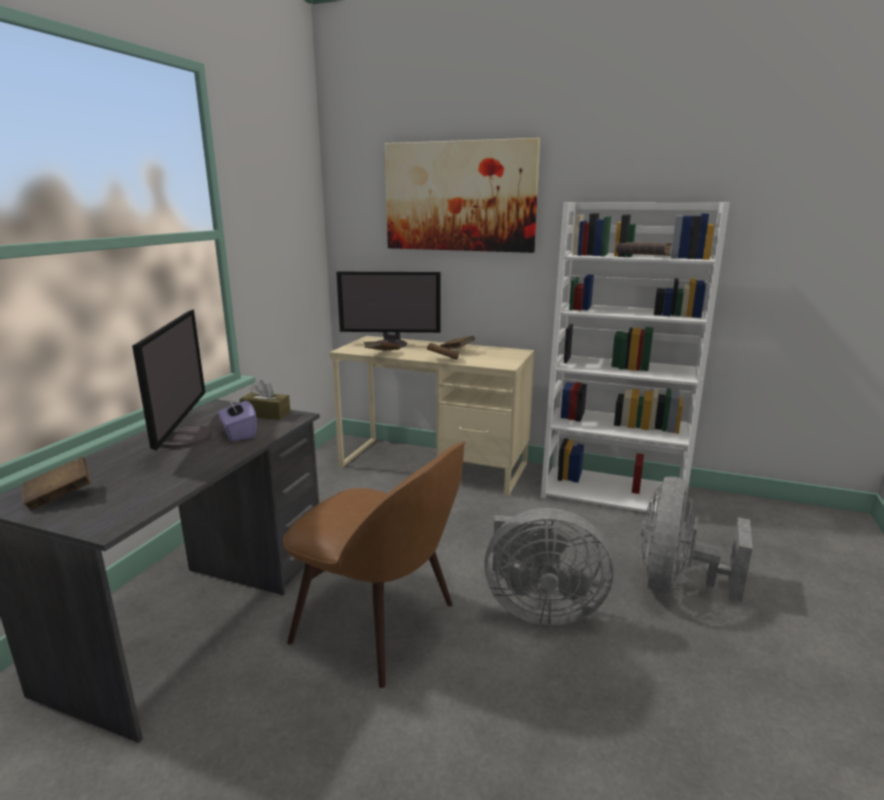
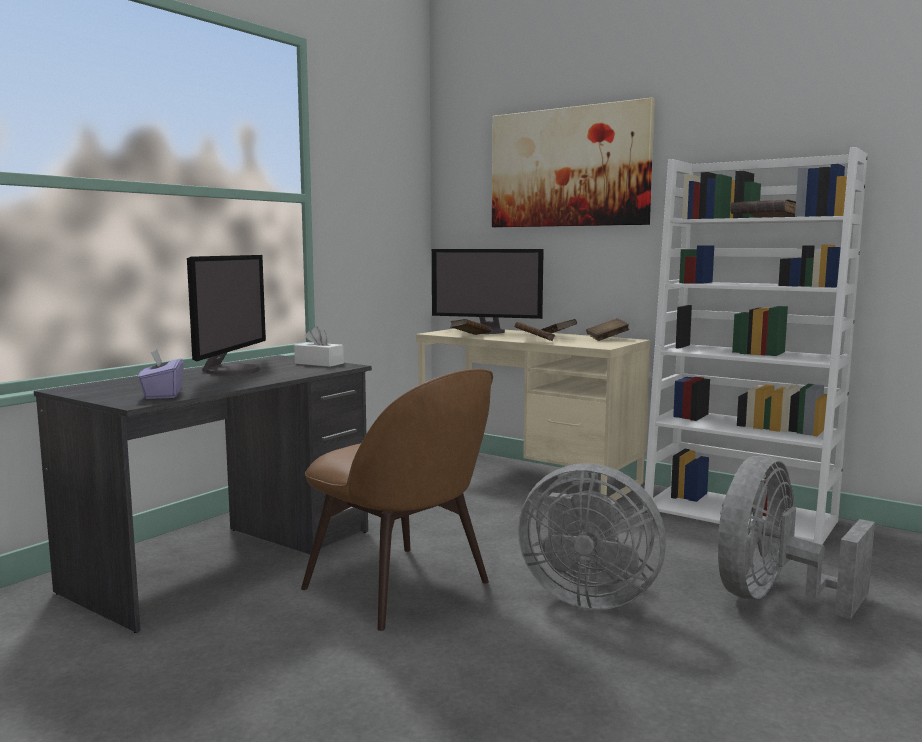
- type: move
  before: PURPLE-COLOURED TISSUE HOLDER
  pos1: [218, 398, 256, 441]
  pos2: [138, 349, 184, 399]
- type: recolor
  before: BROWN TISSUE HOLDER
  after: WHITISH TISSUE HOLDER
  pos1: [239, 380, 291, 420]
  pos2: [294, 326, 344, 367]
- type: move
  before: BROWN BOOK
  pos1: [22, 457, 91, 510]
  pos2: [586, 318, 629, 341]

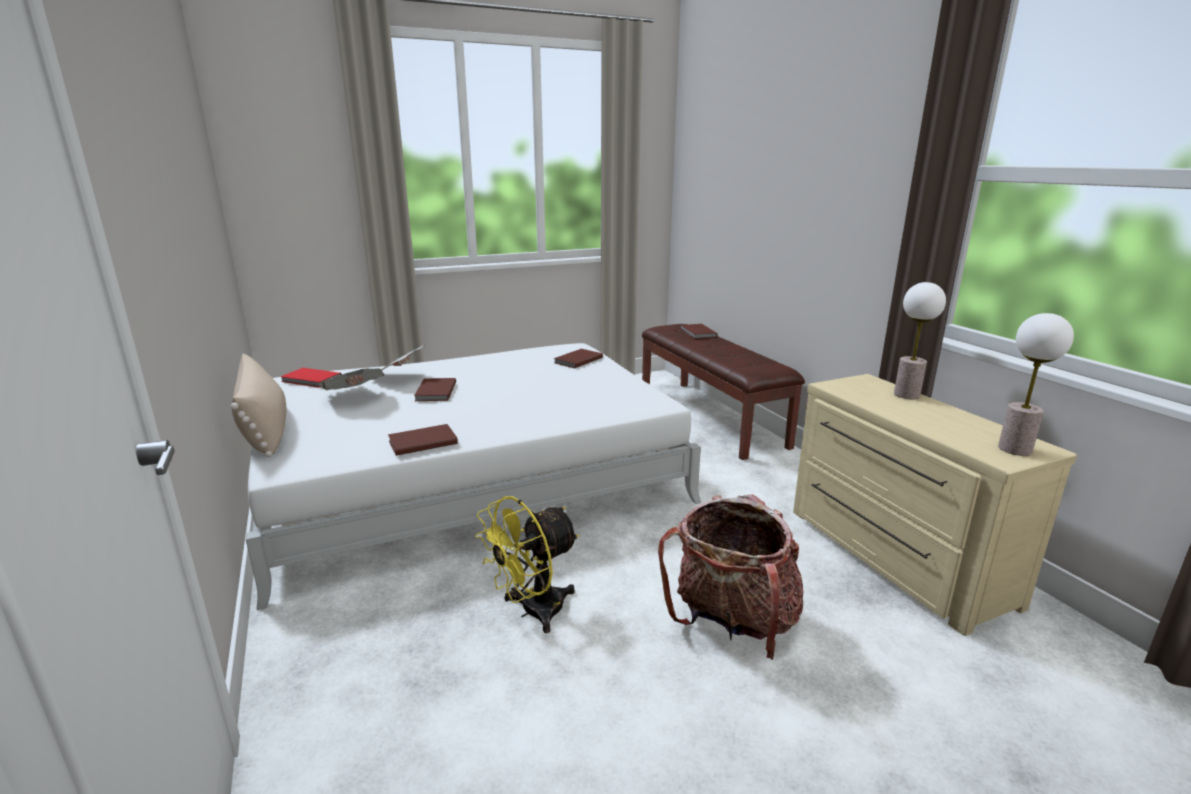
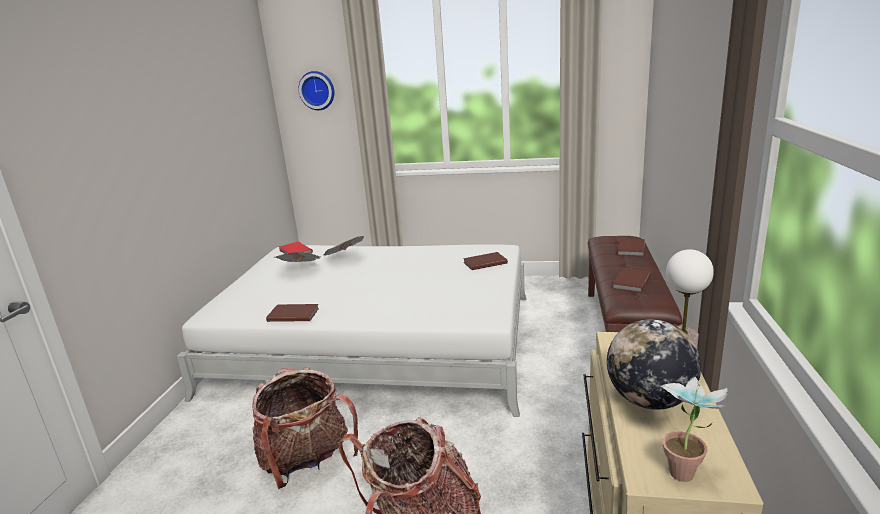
- type: replace
  before: YELLOW COOLING FAN
  after: RUCKSACK
  pos1: [475, 496, 579, 633]
  pos2: [252, 367, 358, 489]
- type: insert
  after: CLOCK ON THE WALL
  pos2: [298, 71, 334, 110]
- type: insert
  after: WORLD GLOBE
  pos2: [607, 319, 701, 410]
- type: move
  before: BROWN BOOK
  pos1: [414, 378, 456, 401]
  pos2: [612, 268, 651, 293]
- type: replace
  before: TABLETOP LAMP
  after: POTTED PLANT
  pos1: [998, 313, 1074, 456]
  pos2: [661, 377, 728, 482]
- type: delete
  before: BEIGE-COLOURED THROW PILLOW
  pos1: [231, 353, 287, 458]

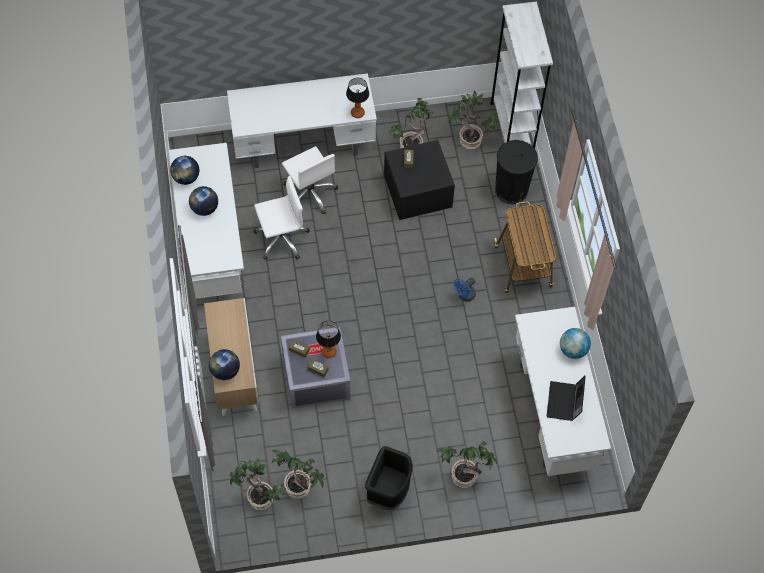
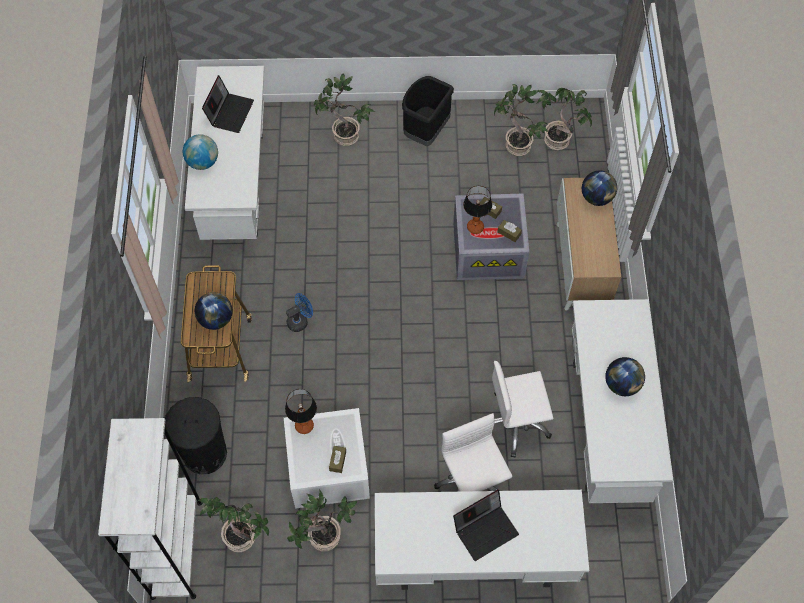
- type: move
  before: WORLD GLOBE
  pos1: [170, 156, 199, 185]
  pos2: [195, 292, 233, 330]
- type: recolor
  before: BLACKISH STORAGE CONTAINER
  after: WHITISH STORAGE CONTAINER
  pos1: [384, 140, 455, 220]
  pos2: [284, 408, 370, 509]
- type: move
  before: TABLETOP LAMP
  pos1: [346, 78, 369, 118]
  pos2: [285, 389, 317, 434]
- type: insert
  after: PORTABLE COMPUTER
  pos2: [453, 489, 519, 561]

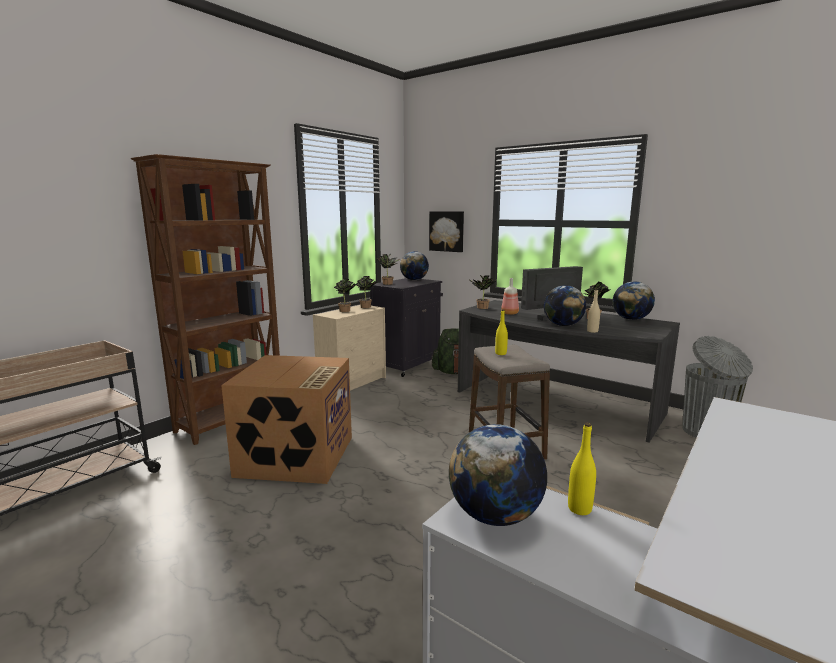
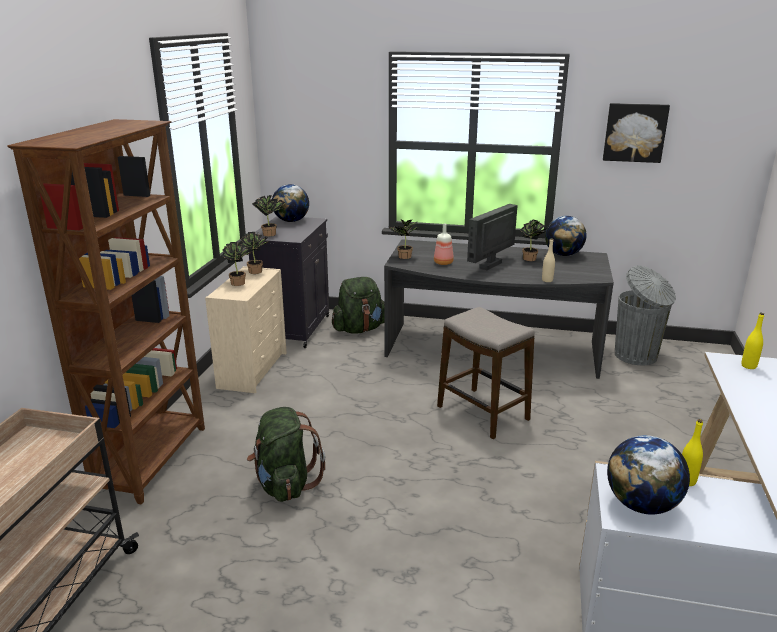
- type: replace
  before: PACKING BOX
  after: GREEN-COLOURED RUCKSACK
  pos1: [221, 355, 352, 484]
  pos2: [247, 407, 325, 502]
- type: move
  before: WALL PICTURE
  pos1: [429, 211, 464, 252]
  pos2: [603, 103, 670, 163]
- type: move
  before: YELLOW DRINK BOTTLE
  pos1: [495, 309, 508, 355]
  pos2: [741, 313, 764, 369]
- type: delete
  before: WORLD GLOBE
  pos1: [544, 285, 586, 326]

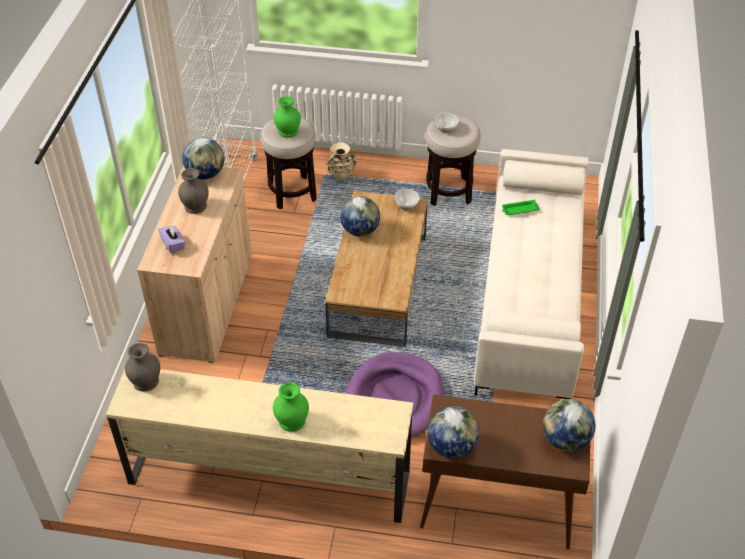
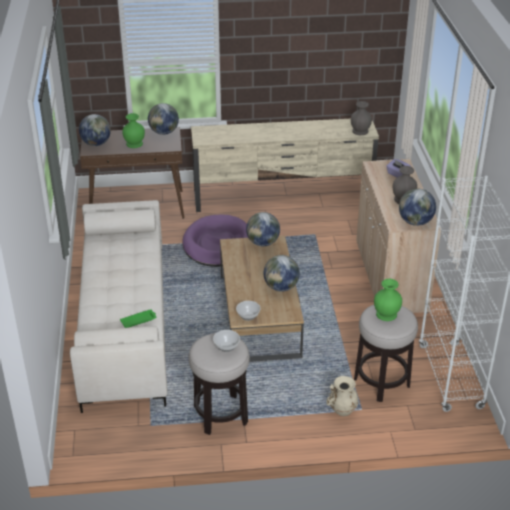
- type: move
  before: GREEN-COLOURED VASE
  pos1: [273, 382, 309, 432]
  pos2: [122, 113, 145, 148]
- type: insert
  after: WORLD GLOBE
  pos2: [246, 212, 280, 246]

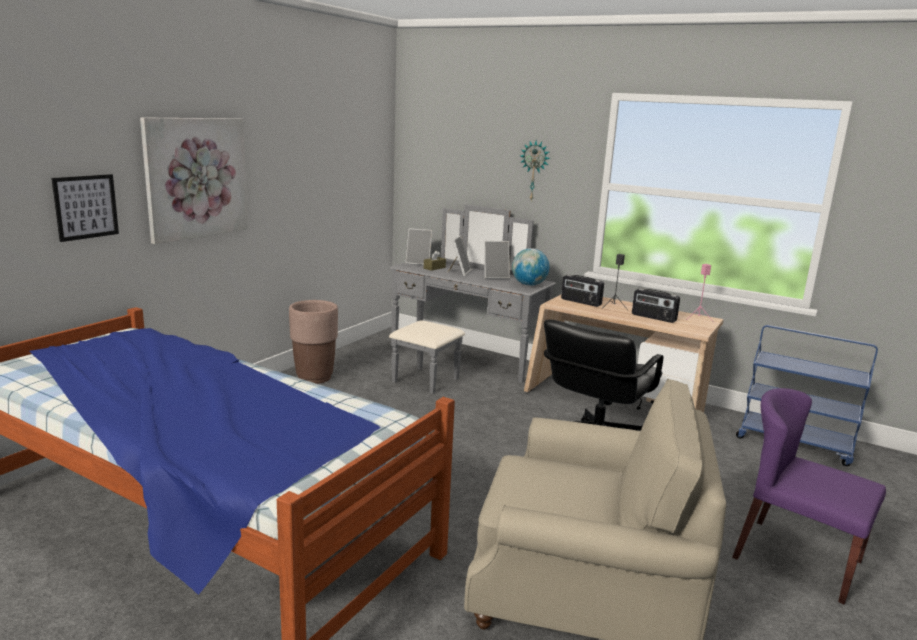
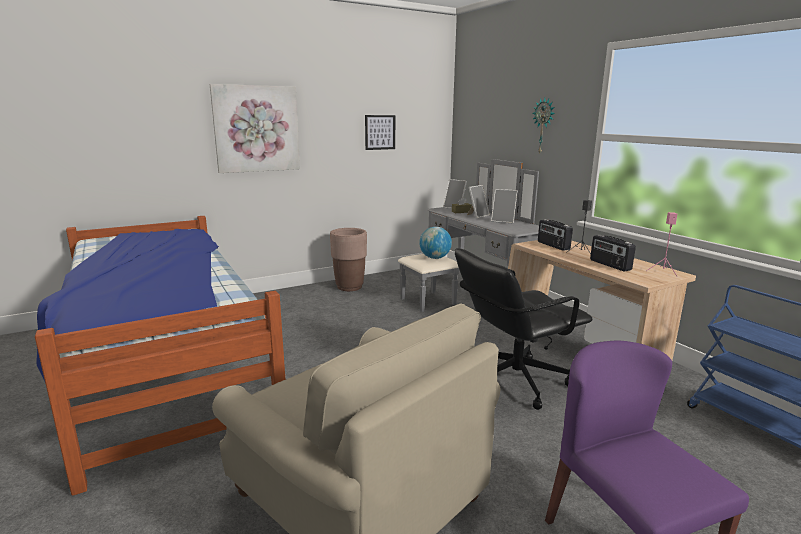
- type: move
  before: WALL PICTURE
  pos1: [51, 174, 119, 242]
  pos2: [365, 115, 395, 150]
- type: move
  before: WORLD GLOBE
  pos1: [512, 248, 549, 286]
  pos2: [419, 227, 452, 259]

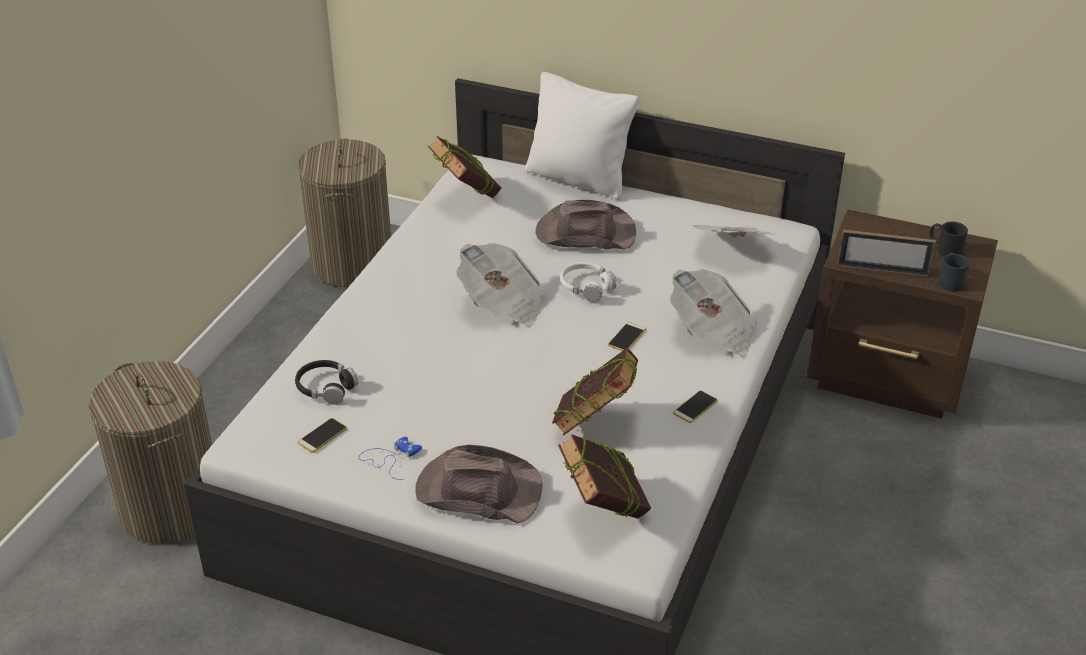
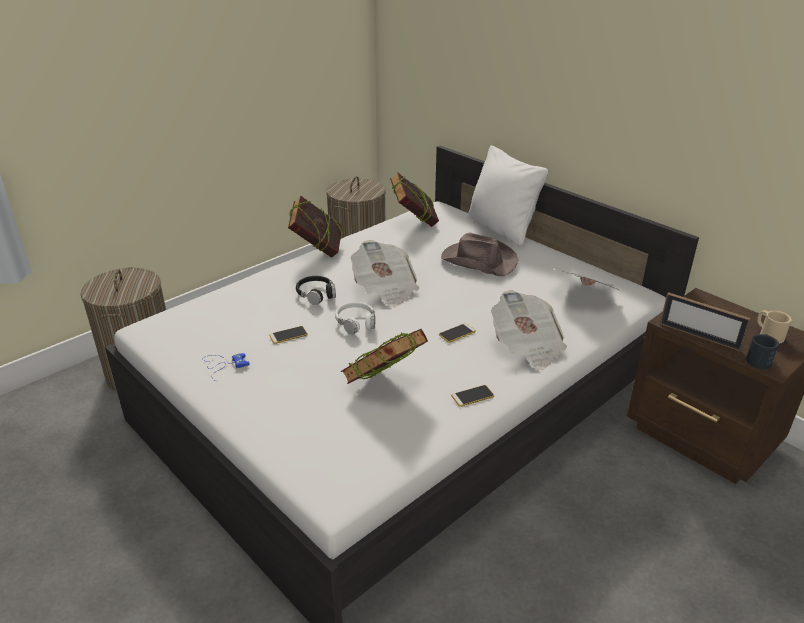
- type: move
  before: HANDSET
  pos1: [298, 418, 347, 453]
  pos2: [269, 326, 308, 344]
- type: move
  before: BOOK
  pos1: [558, 434, 651, 519]
  pos2: [288, 195, 343, 258]
- type: move
  before: BLACKISH HEADPHONES
  pos1: [295, 360, 358, 405]
  pos2: [296, 276, 336, 305]
- type: move
  before: WHITISH HEADPHONES
  pos1: [560, 262, 616, 302]
  pos2: [335, 302, 375, 335]
- type: recolor
  before: BLACKISH COFFEE MUG
  after: BEIGE-COLOURED COFFEE MUG
  pos1: [930, 222, 968, 256]
  pos2: [757, 310, 792, 344]
- type: delete
  before: BROWN WEARABLE HAT
  pos1: [415, 444, 543, 524]

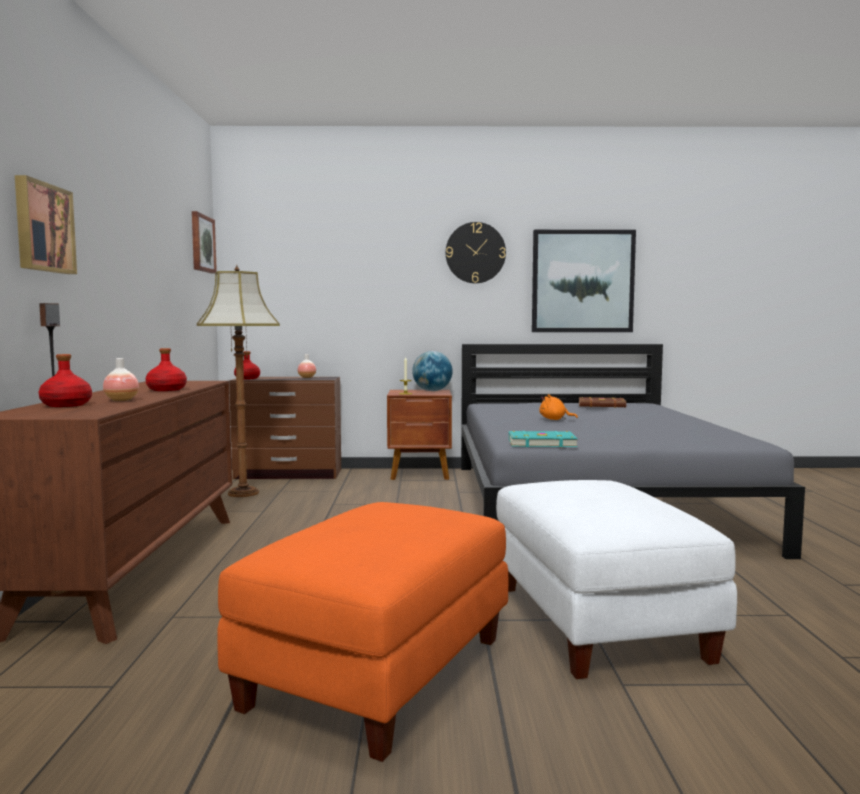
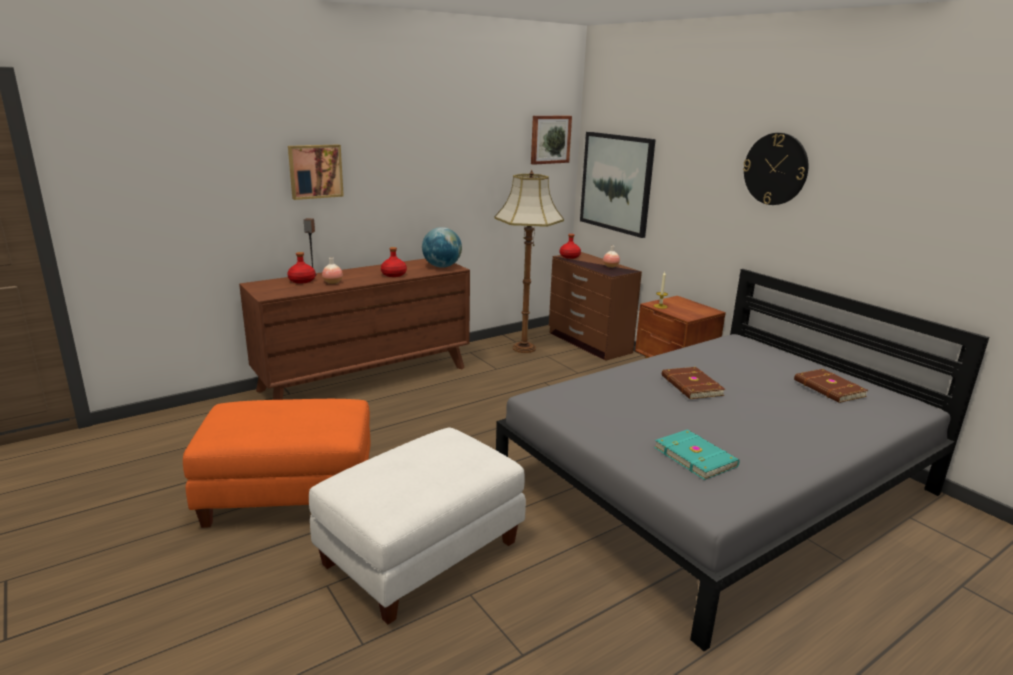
- type: move
  before: WORLD GLOBE
  pos1: [412, 351, 453, 391]
  pos2: [422, 227, 462, 268]
- type: move
  before: WALL PICTURE
  pos1: [532, 230, 636, 332]
  pos2: [580, 132, 656, 238]
- type: move
  before: BLUE-GREEN BOOK
  pos1: [509, 431, 578, 447]
  pos2: [654, 429, 740, 480]
- type: replace
  before: ORANGE PLUSH TOY
  after: BROWN BOOK
  pos1: [539, 394, 578, 420]
  pos2: [662, 367, 725, 399]

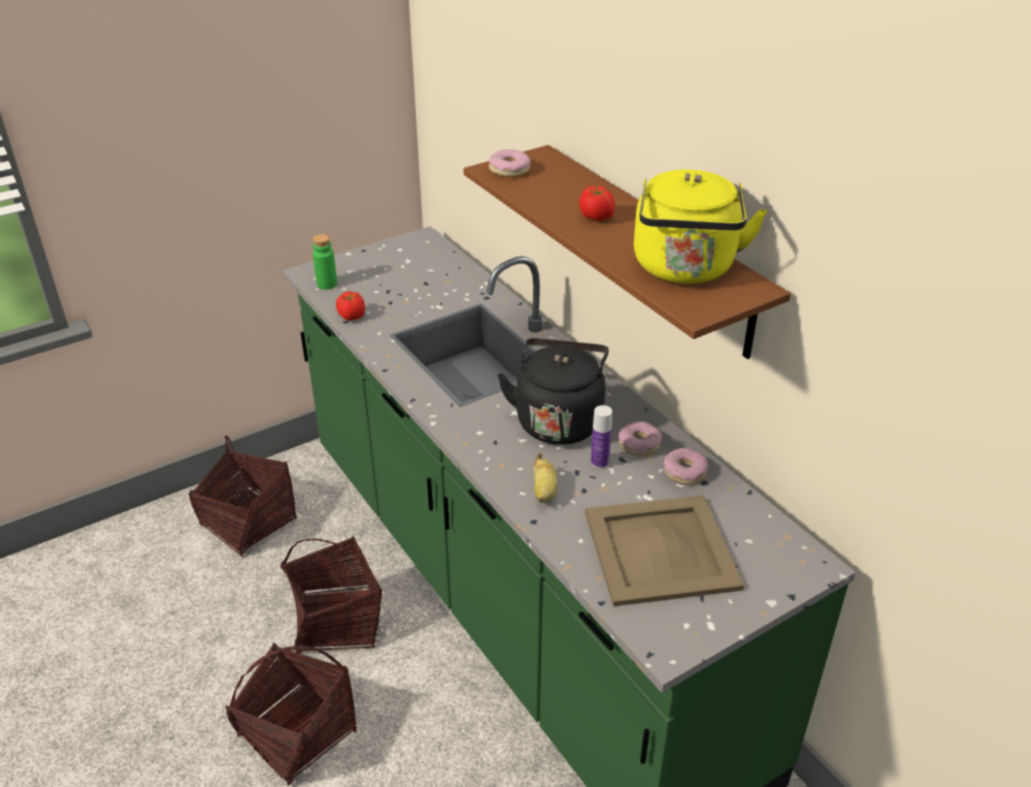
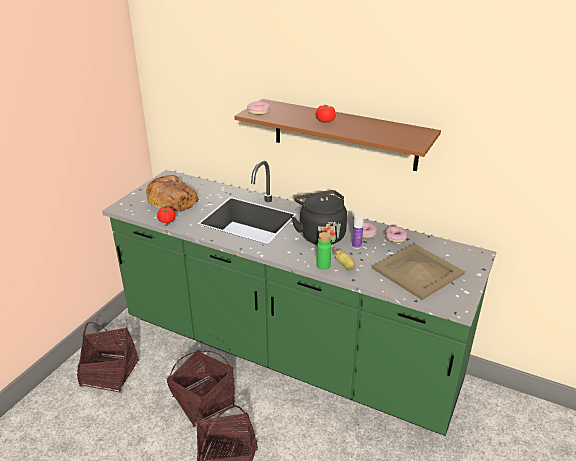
- type: insert
  after: BAKED BREAD
  pos2: [146, 175, 199, 212]
- type: move
  before: GREEN-COLOURED DRINK BOTTLE
  pos1: [313, 234, 337, 290]
  pos2: [316, 232, 332, 270]
- type: delete
  before: YELLOW WATER KETTLE
  pos1: [634, 169, 767, 284]

